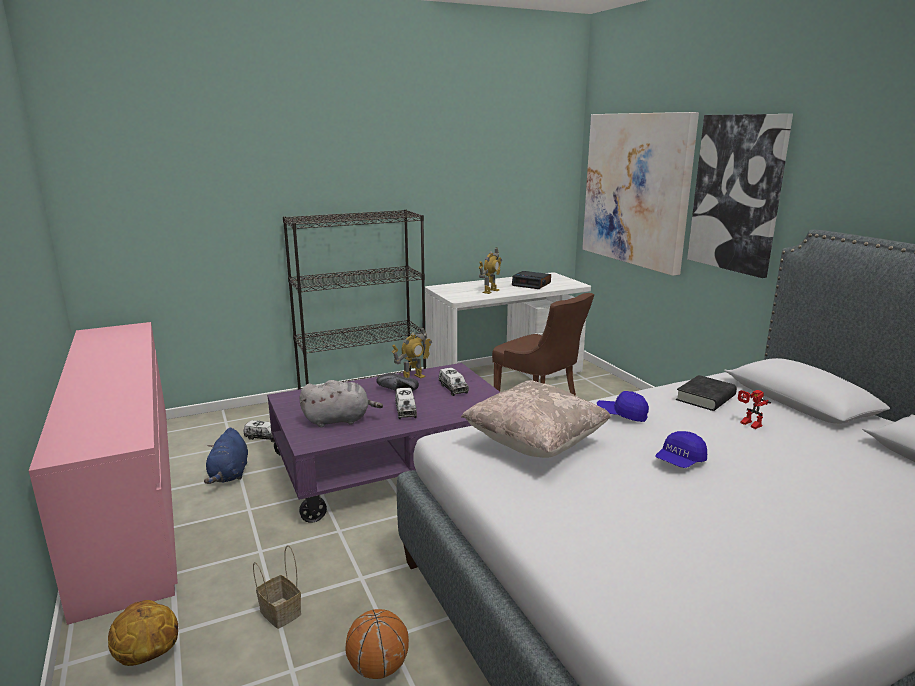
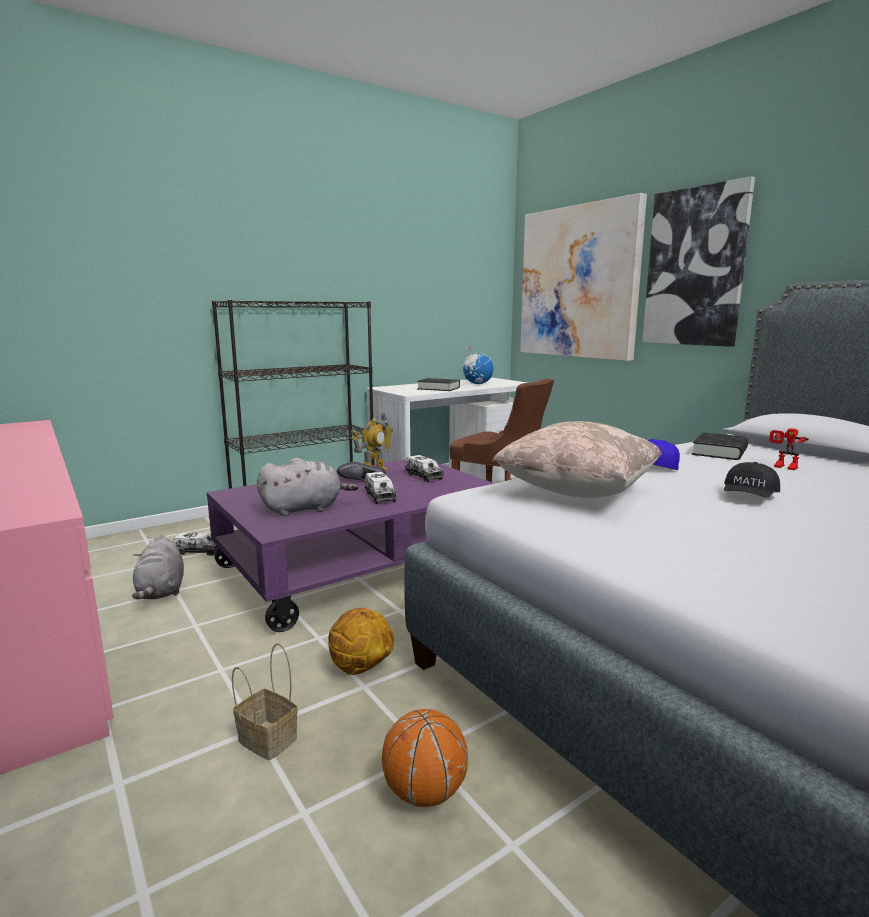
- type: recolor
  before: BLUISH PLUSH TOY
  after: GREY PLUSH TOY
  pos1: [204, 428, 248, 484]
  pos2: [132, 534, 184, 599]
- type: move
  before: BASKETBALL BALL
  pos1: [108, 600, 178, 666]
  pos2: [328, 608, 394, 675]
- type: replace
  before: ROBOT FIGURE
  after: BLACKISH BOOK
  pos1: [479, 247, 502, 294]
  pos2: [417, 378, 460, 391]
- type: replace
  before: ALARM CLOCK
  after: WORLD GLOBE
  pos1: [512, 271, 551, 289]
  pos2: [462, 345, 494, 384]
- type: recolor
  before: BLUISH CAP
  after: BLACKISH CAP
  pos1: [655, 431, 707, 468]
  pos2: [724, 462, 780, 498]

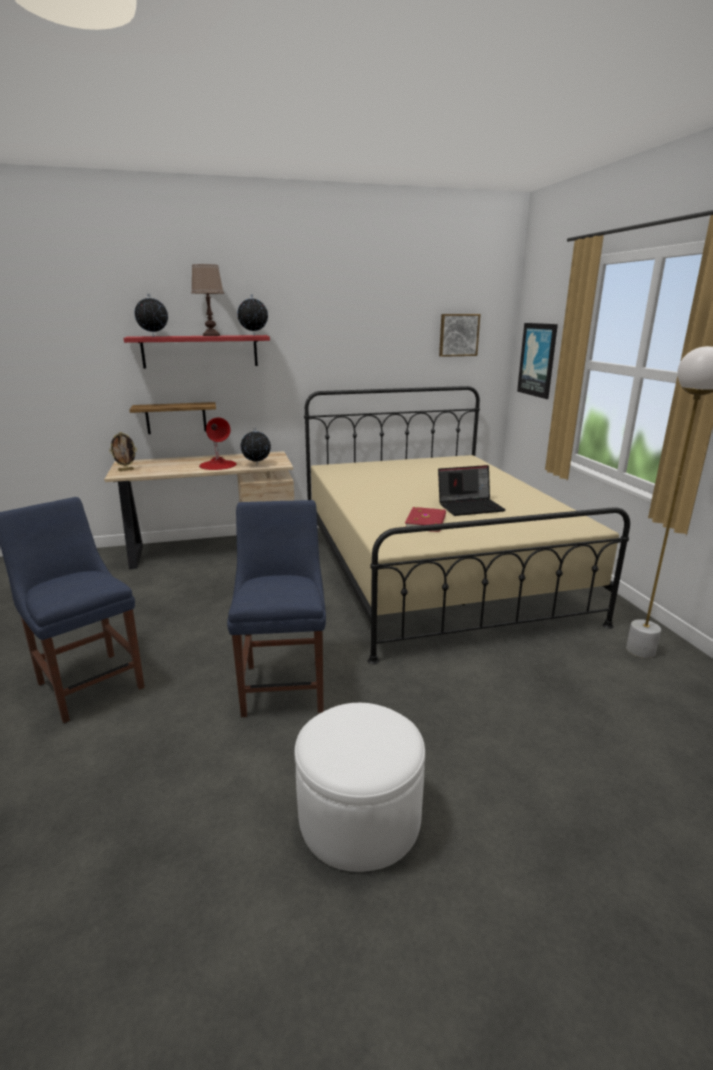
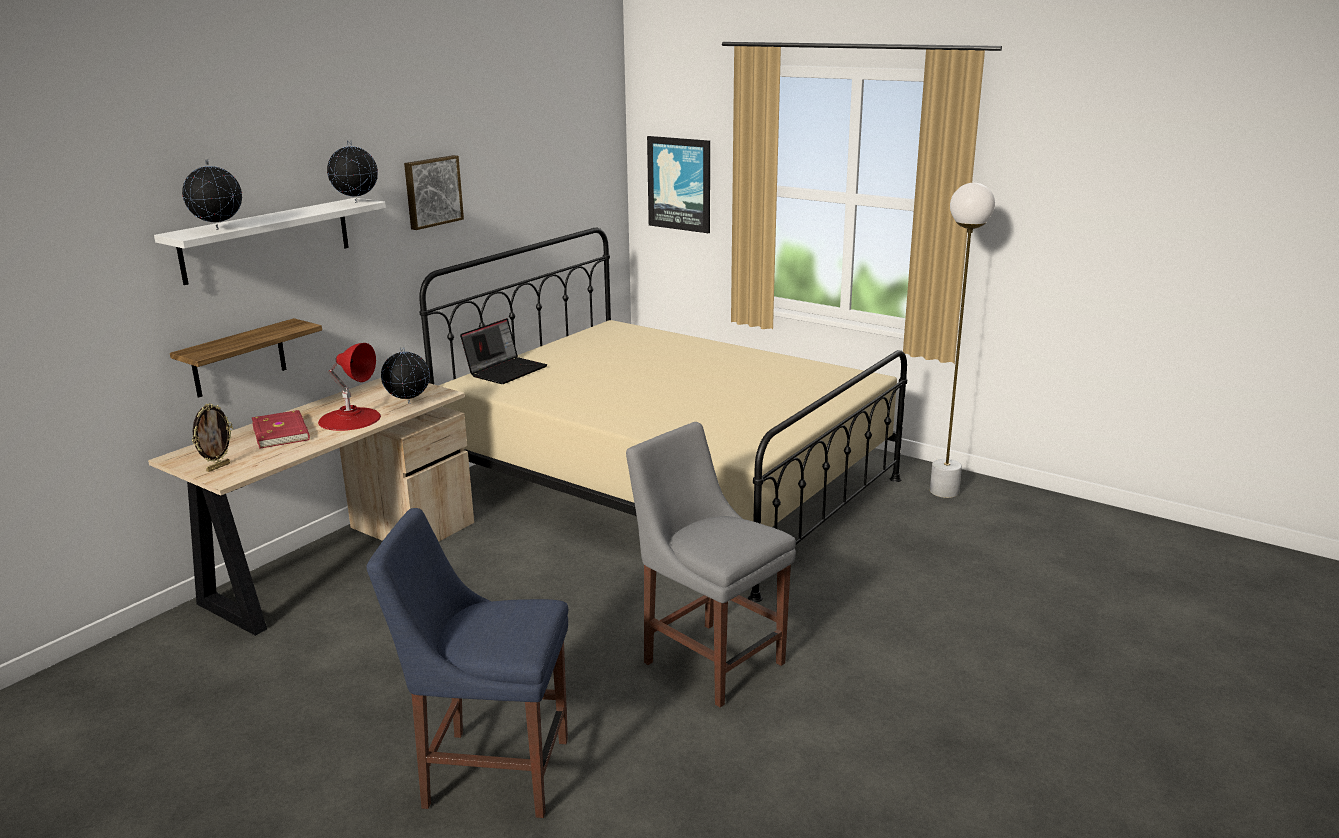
- type: recolor
  before: RED WALL SHELF
  after: WHITISH WALL SHELF
  pos1: [123, 335, 270, 369]
  pos2: [154, 198, 386, 285]
- type: move
  before: RED BOOK
  pos1: [405, 507, 446, 532]
  pos2: [252, 410, 310, 449]
- type: move
  before: WALL PICTURE
  pos1: [439, 314, 480, 357]
  pos2: [404, 155, 464, 230]
- type: move
  before: PORTABLE COMPUTER
  pos1: [438, 465, 506, 516]
  pos2: [460, 318, 547, 384]
- type: recolor
  before: BLUISH PLAIN CHAIR
  after: GREY PLAIN CHAIR
  pos1: [227, 500, 326, 717]
  pos2: [626, 422, 796, 707]
- type: delete
  before: BROWN TABLETOP LAMP
  pos1: [191, 264, 224, 336]
- type: delete
  before: WHITISH FOOTREST
  pos1: [295, 703, 425, 872]

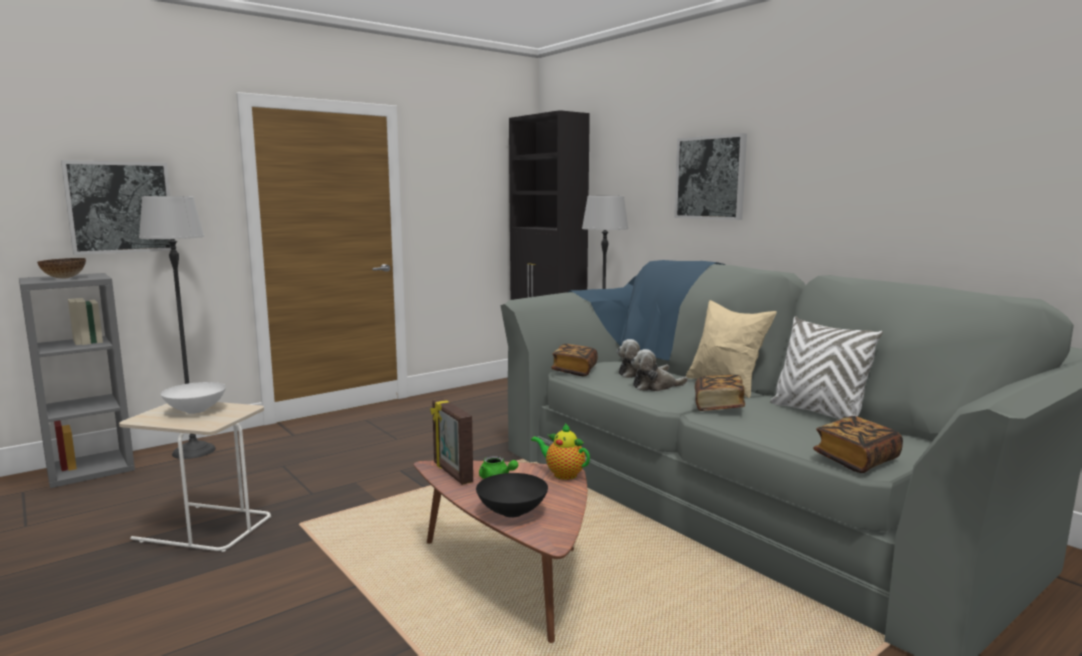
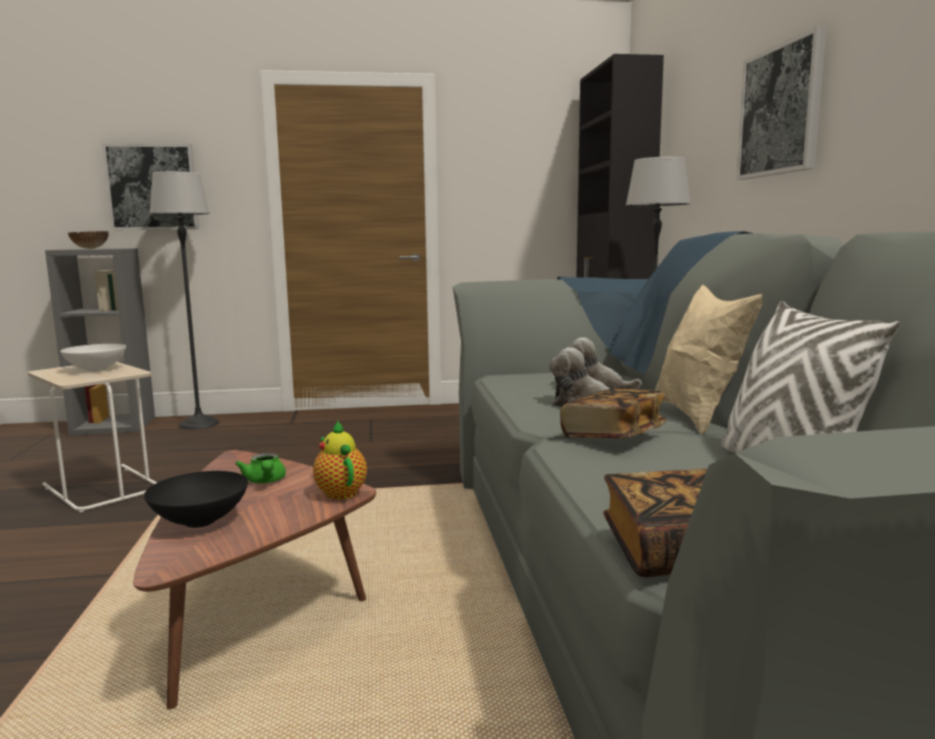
- type: delete
  before: STANDING FRAME
  pos1: [430, 398, 473, 485]
- type: delete
  before: BOOK
  pos1: [551, 344, 598, 376]

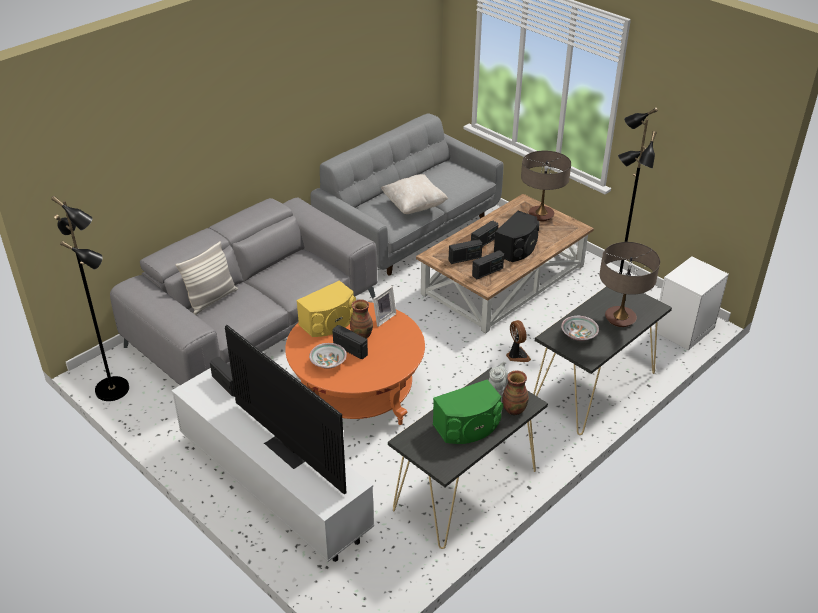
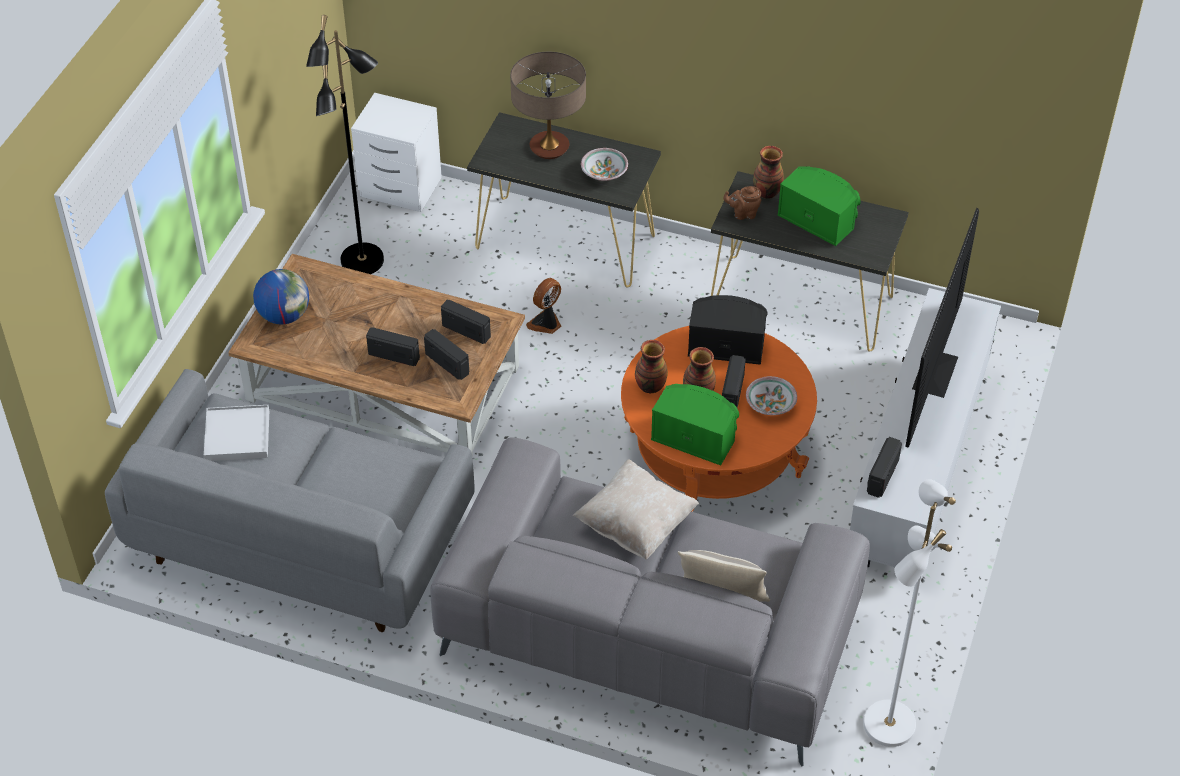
- type: insert
  after: WHITISH SERVING TRAY
  pos2: [204, 405, 269, 461]
- type: replace
  before: TABLETOP LAMP
  after: WORLD GLOBE
  pos1: [521, 151, 571, 221]
  pos2: [253, 269, 309, 325]
- type: move
  before: BEIGE-COLOURED THROW PILLOW
  pos1: [381, 174, 448, 214]
  pos2: [573, 459, 699, 560]
- type: replace
  before: STANDING FRAME
  after: VASE
  pos1: [373, 286, 396, 327]
  pos2: [635, 340, 668, 394]
- type: recolor
  before: YELLOW SPEAKER
  after: GREEN-COLOURED SPEAKER
  pos1: [296, 280, 356, 337]
  pos2: [651, 384, 739, 465]
- type: move
  before: BLACKISH SPEAKER
  pos1: [494, 211, 539, 262]
  pos2: [688, 295, 768, 365]
- type: recolor
  before: GREY TEAPOT
  after: BROWN TEAPOT
  pos1: [489, 361, 509, 396]
  pos2: [723, 186, 761, 220]
- type: recolor
  before: BLACKISH STANDARD LAMP
  after: WHITISH STANDARD LAMP
  pos1: [51, 196, 129, 401]
  pos2: [863, 479, 956, 747]

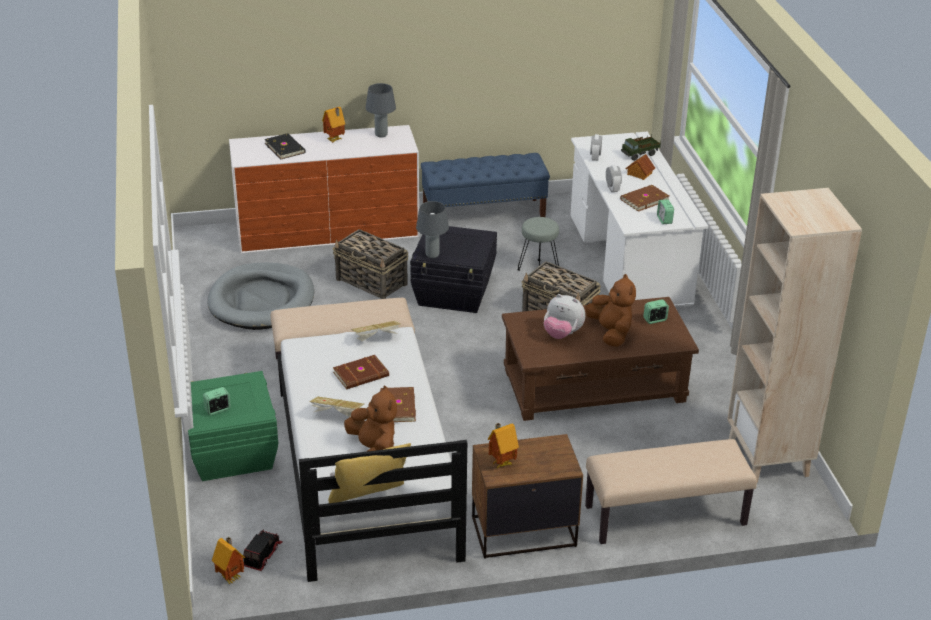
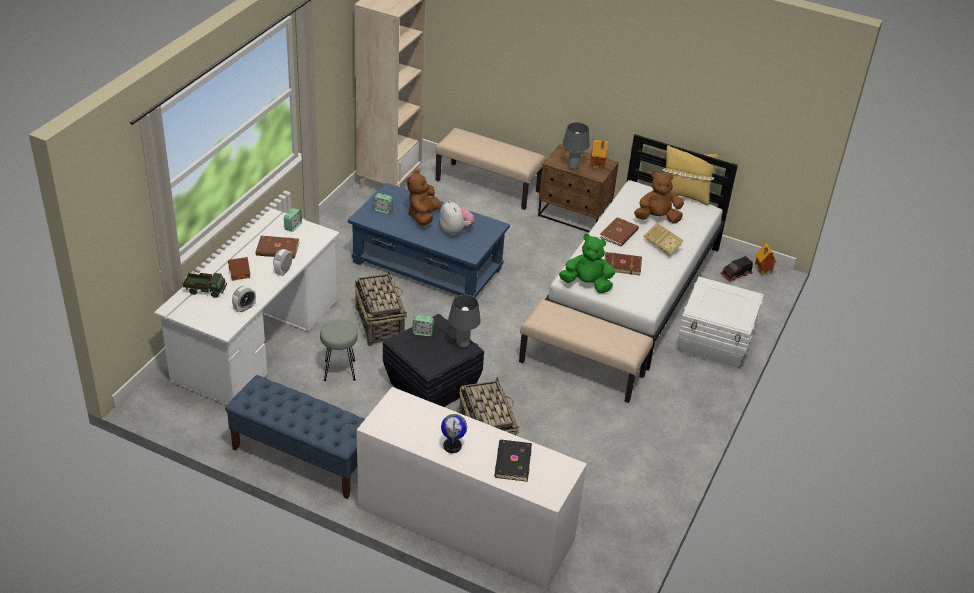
- type: recolor
  before: BROWN COFFEE TABLE
  after: BLUISH COFFEE TABLE
  pos1: [502, 297, 699, 421]
  pos2: [348, 183, 510, 298]
- type: move
  before: ALARM CLOCK
  pos1: [203, 387, 231, 415]
  pos2: [412, 315, 434, 336]
- type: replace
  before: MODEL HOUSE
  after: WORLD GLOBE
  pos1: [322, 107, 345, 143]
  pos2: [441, 414, 467, 453]
- type: replace
  before: BOOK
  after: GREEN-COLOURED PLUSH TOY
  pos1: [351, 321, 401, 341]
  pos2: [559, 234, 615, 293]
- type: move
  before: GREY TABLETOP LAMP
  pos1: [366, 83, 396, 138]
  pos2: [563, 122, 590, 170]
- type: rotate
  before: BROWN PLUSH TOY
  pos1: [344, 385, 397, 452]
  pos2: [634, 171, 684, 224]
  turn: 75
- type: recolor
  before: GREEN-COLOURED STORAGE CONTAINER
  after: WHITISH STORAGE CONTAINER
  pos1: [188, 371, 278, 481]
  pos2: [679, 277, 764, 369]
- type: delete
  before: GREY DOG BED
  pos1: [207, 262, 314, 330]

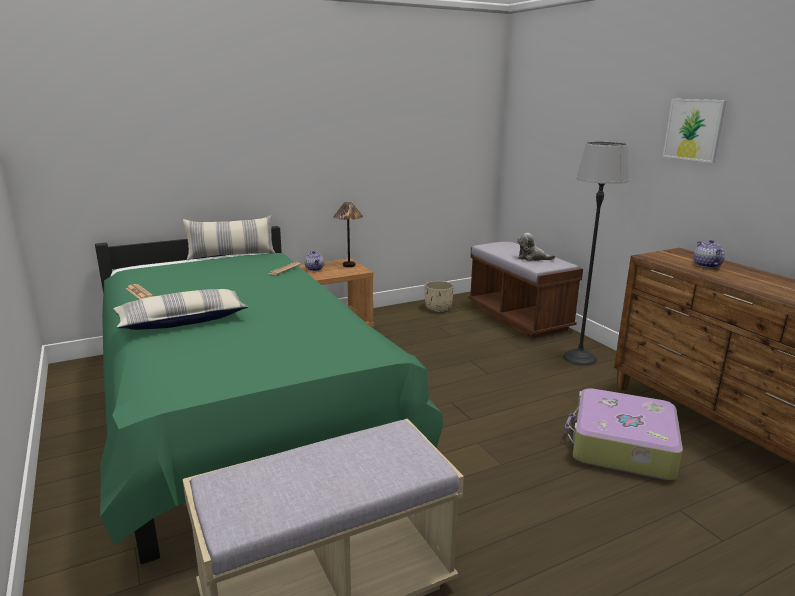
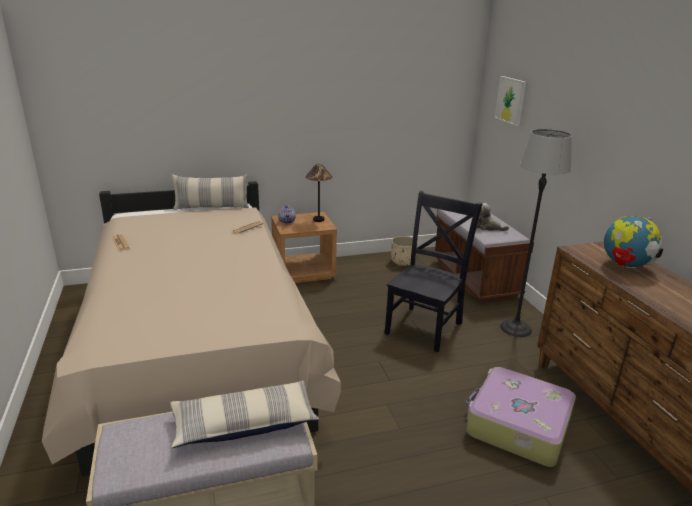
- type: recolor
  before: GREEN-COLOURED BED
  after: BEIGE-COLOURED BED
  pos1: [95, 226, 443, 564]
  pos2: [42, 181, 341, 476]
- type: move
  before: THROW PILLOW
  pos1: [113, 289, 248, 330]
  pos2: [170, 380, 319, 448]
- type: insert
  after: BLACKISH PLAIN CHAIR
  pos2: [384, 191, 483, 352]
- type: move
  before: WALL PICTURE
  pos1: [663, 99, 727, 163]
  pos2: [495, 76, 526, 126]
- type: replace
  before: TEAPOT
  after: WORLD GLOBE
  pos1: [694, 240, 725, 268]
  pos2: [604, 216, 663, 268]

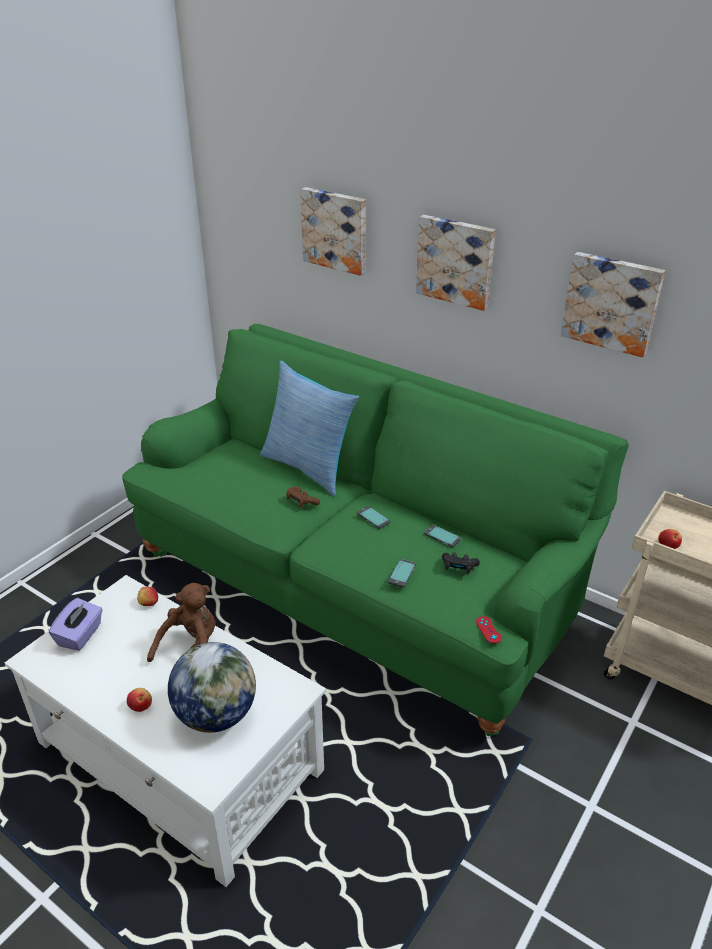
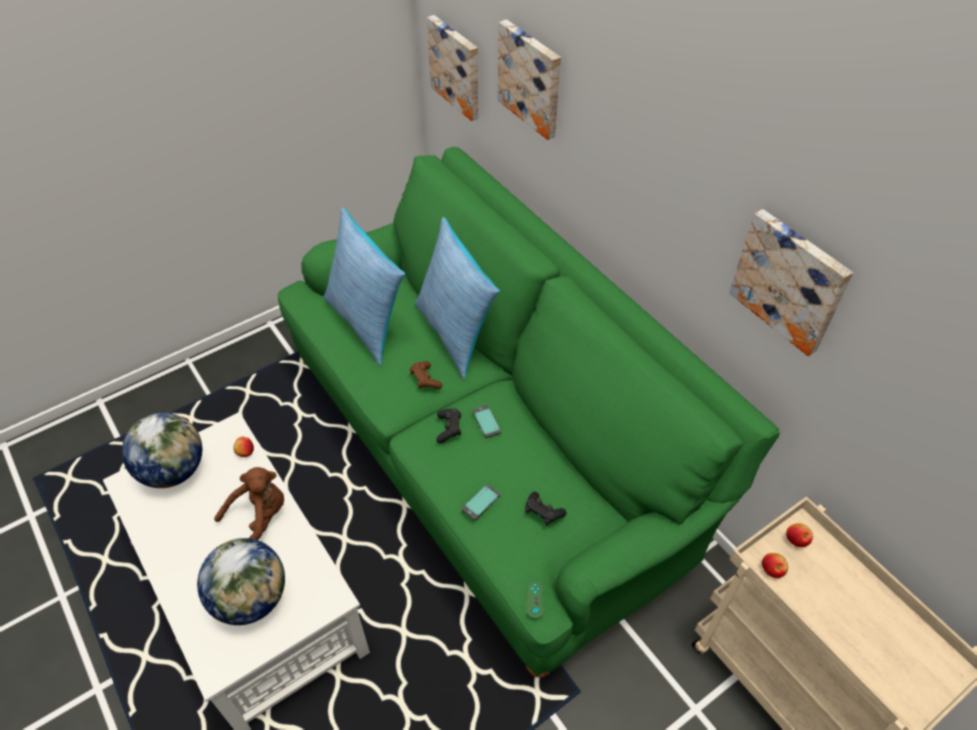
- type: replace
  before: PURPLE-COLOURED TISSUE HOLDER
  after: WORLD GLOBE
  pos1: [49, 598, 103, 651]
  pos2: [122, 413, 202, 488]
- type: insert
  after: THROW PILLOW
  pos2: [323, 207, 406, 366]
- type: move
  before: WALL PICTURE
  pos1: [416, 215, 496, 311]
  pos2: [427, 15, 478, 121]
- type: insert
  after: BLACKISH GAMEPAD
  pos2: [436, 408, 461, 443]
- type: recolor
  before: RED GAMEPAD
  after: GREEN-COLOURED GAMEPAD
  pos1: [476, 616, 502, 644]
  pos2: [527, 581, 544, 619]
- type: move
  before: WHOLE APPLE
  pos1: [127, 688, 152, 712]
  pos2: [786, 523, 813, 547]
- type: delete
  before: HANDSET
  pos1: [424, 525, 461, 548]

